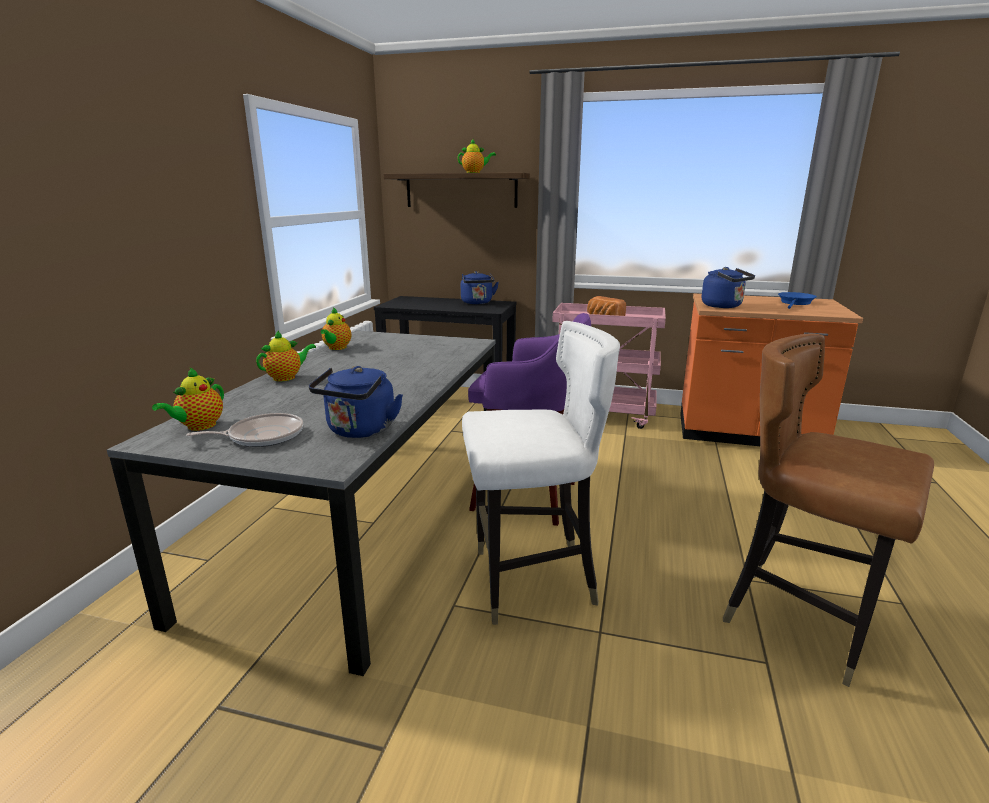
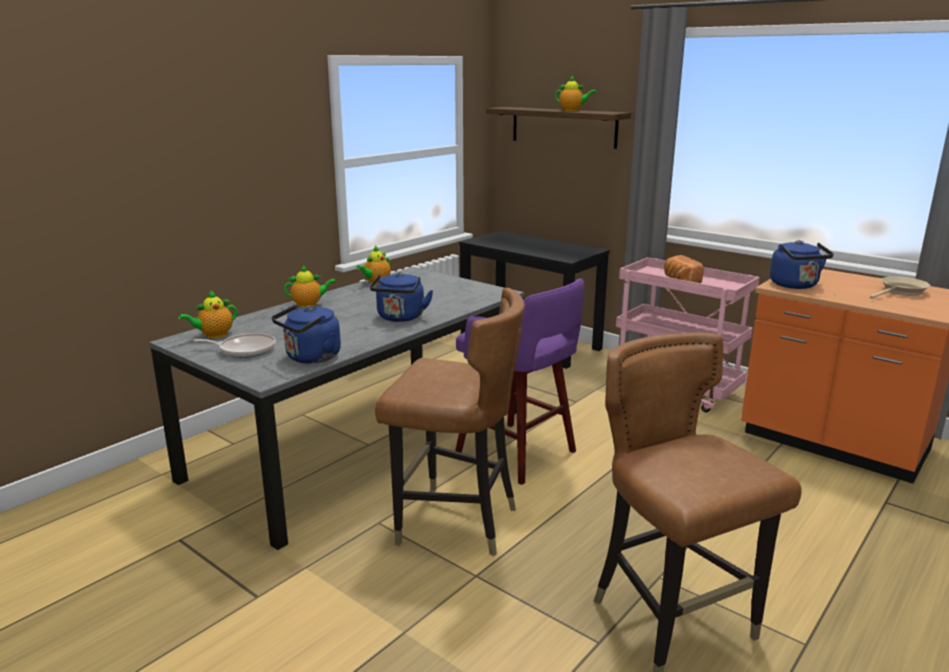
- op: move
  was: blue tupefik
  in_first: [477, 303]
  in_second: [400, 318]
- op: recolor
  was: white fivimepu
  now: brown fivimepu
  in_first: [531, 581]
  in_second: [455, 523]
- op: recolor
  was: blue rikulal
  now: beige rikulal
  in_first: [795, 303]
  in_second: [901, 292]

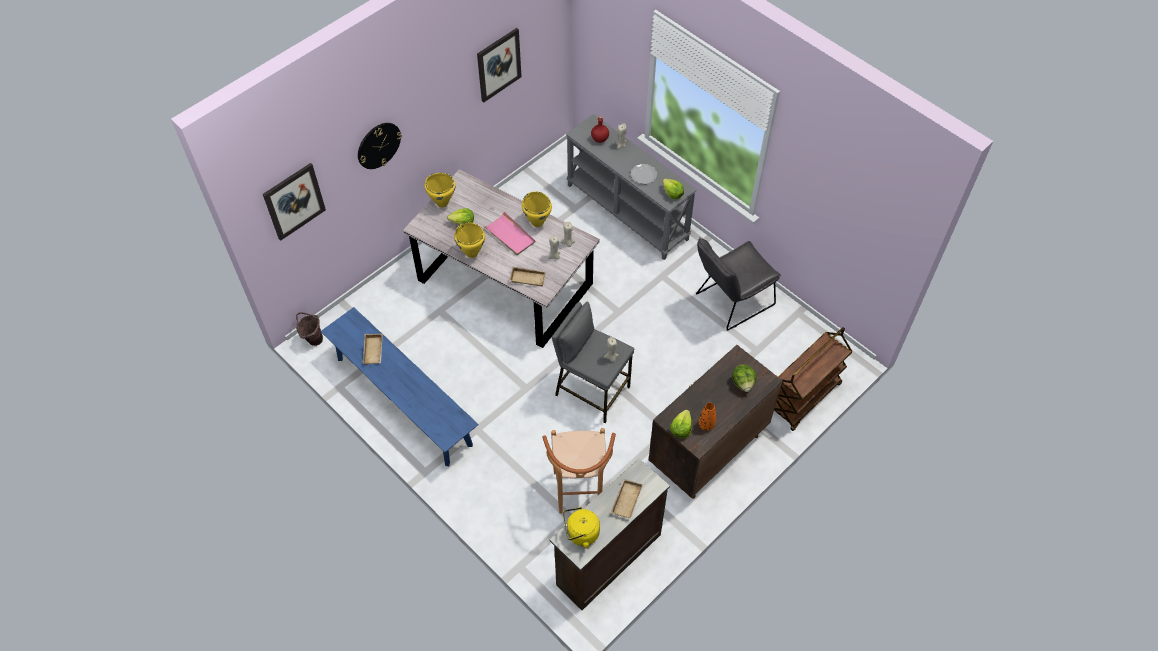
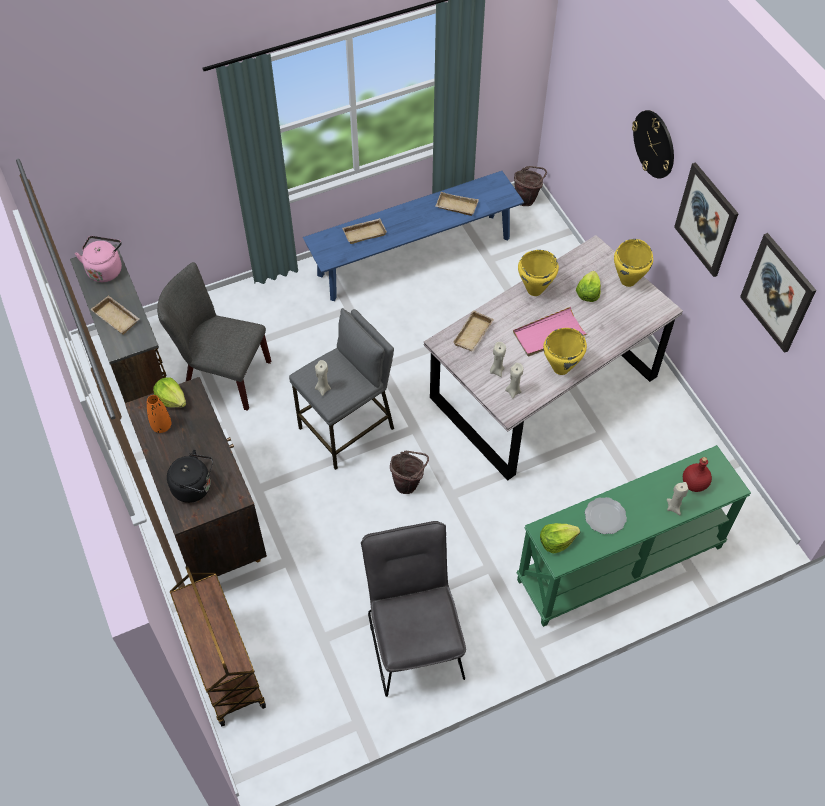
- op: insert
  now: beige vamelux
  in_second: [364, 232]
- op: insert
  now: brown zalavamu
  in_second: [409, 484]
- op: move
  was: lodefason
  in_first: [294, 201]
  in_second: [706, 220]
- op: replace
  was: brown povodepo
  now: grey fivimepu
  in_first: [579, 497]
  in_second: [222, 375]
- op: replace
  was: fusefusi
  now: black tupefik
  in_first: [743, 383]
  in_second: [194, 487]
- op: recolor
  was: yellow tupefik
  now: pink tupefik
  in_first: [580, 533]
  in_second: [105, 269]
- op: recolor
  was: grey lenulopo
  now: green lenulopo
  in_first: [628, 212]
  in_second: [620, 565]

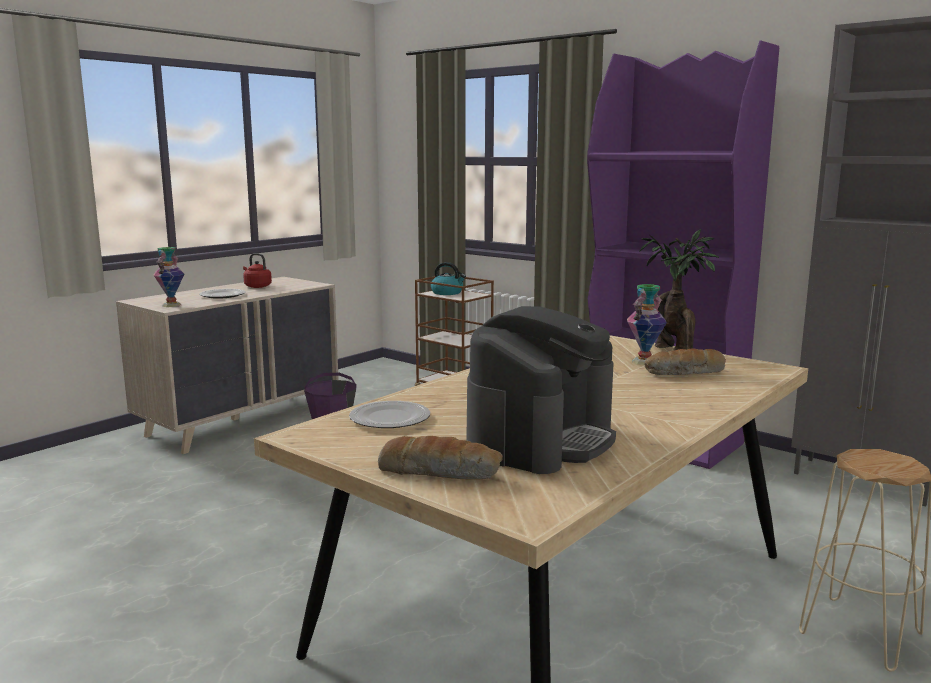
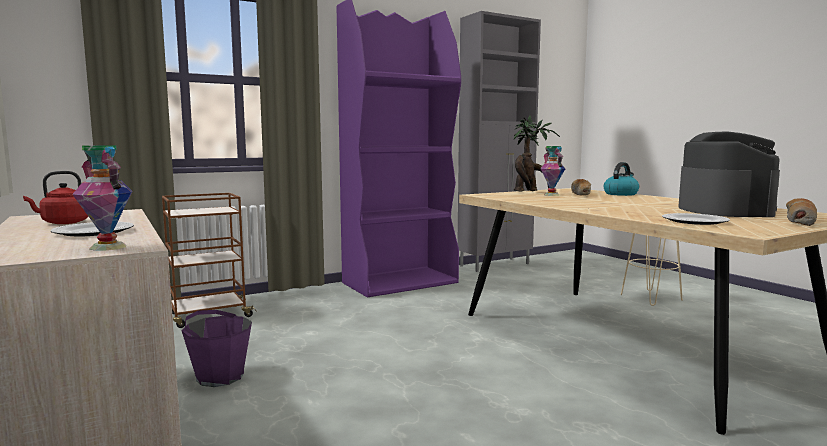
- op: move
  was: tupefik
  in_first: [447, 293]
  in_second: [621, 194]
- op: rotate
  was: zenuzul
  in_first: [541, 439]
  in_second: [723, 210]
  clockwise: 45

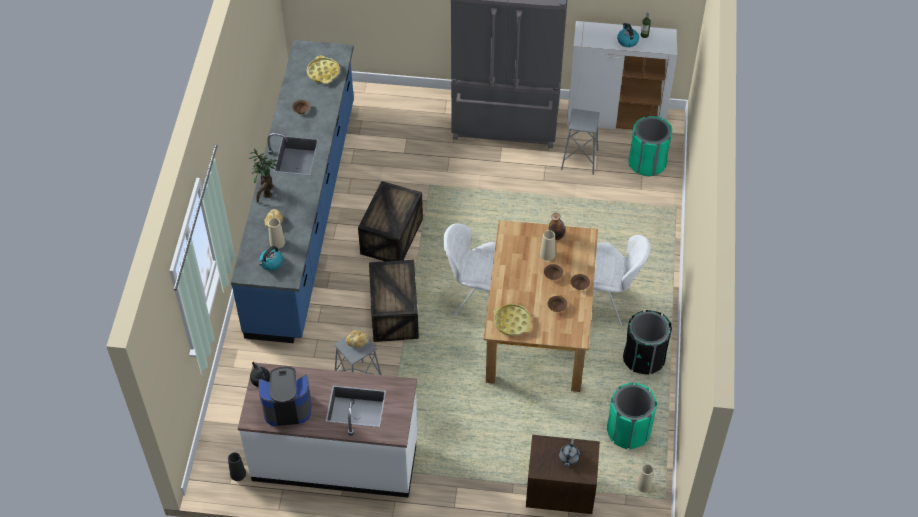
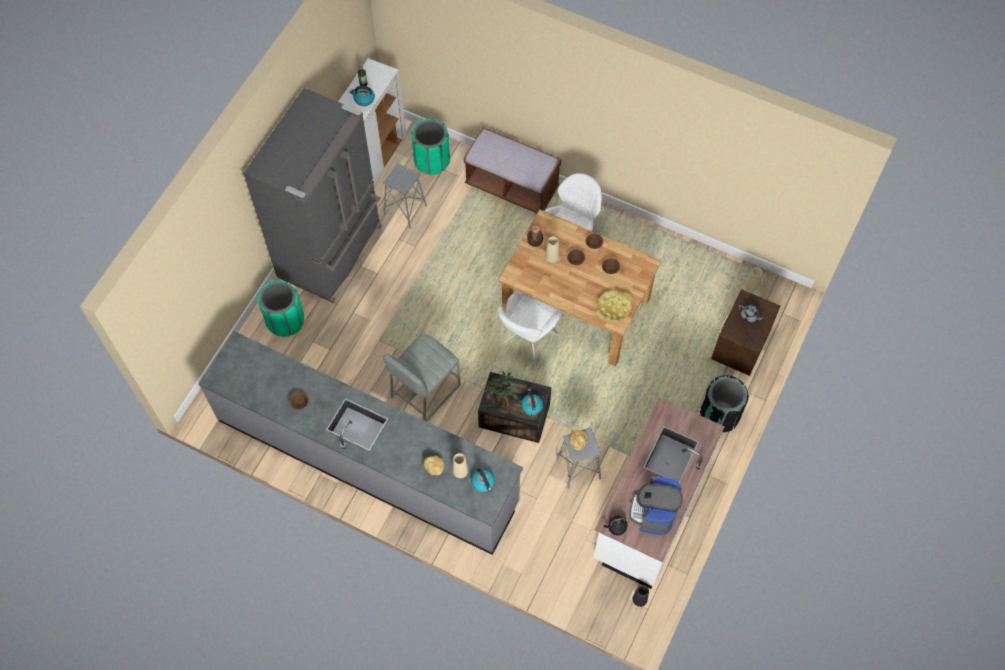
- op: delete
  was: yellow vamelux
  in_first: [323, 72]
- op: insert
  now: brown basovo
  in_second: [512, 186]
- op: insert
  now: tupefik
  in_second: [531, 406]
- op: move
  was: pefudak
  in_first: [266, 193]
  in_second: [501, 403]
- op: move
  was: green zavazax
  in_first: [628, 431]
  in_second: [285, 320]
- op: move
  was: black zavazax
  in_first: [644, 358]
  in_second: [720, 414]
- op: replace
  was: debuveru
  now: grey povodepo
  in_first: [391, 235]
  in_second: [424, 391]
- op: recolor
  was: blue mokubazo
  now: grey mokubazo
  in_first: [304, 215]
  in_second: [367, 460]

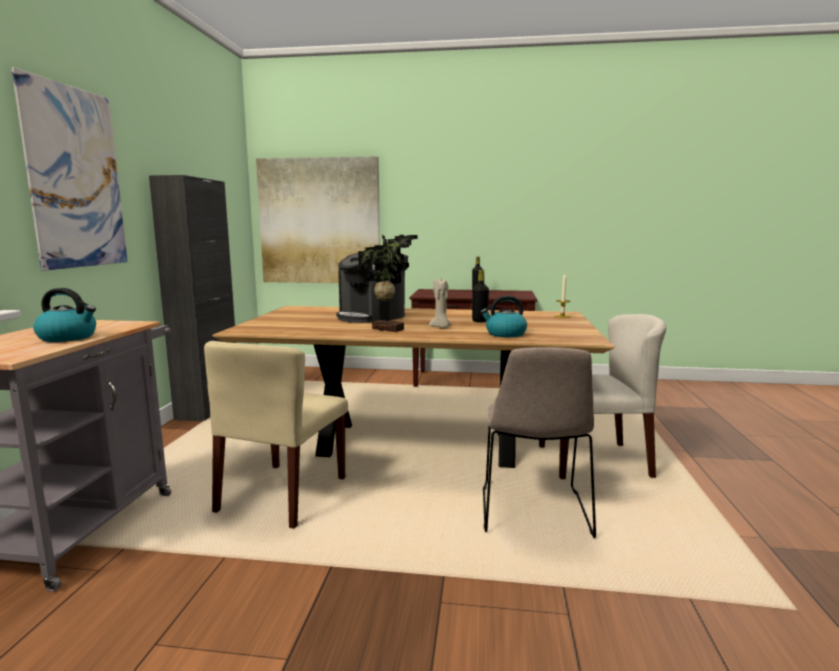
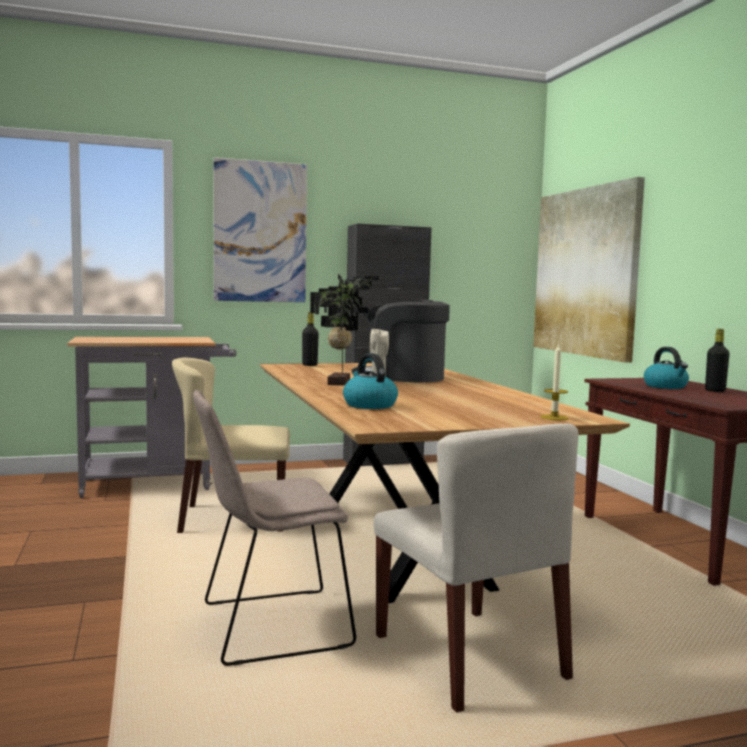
- op: move
  was: tupefik
  in_first: [68, 337]
  in_second: [666, 386]
- op: move
  was: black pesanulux
  in_first: [480, 321]
  in_second: [309, 365]

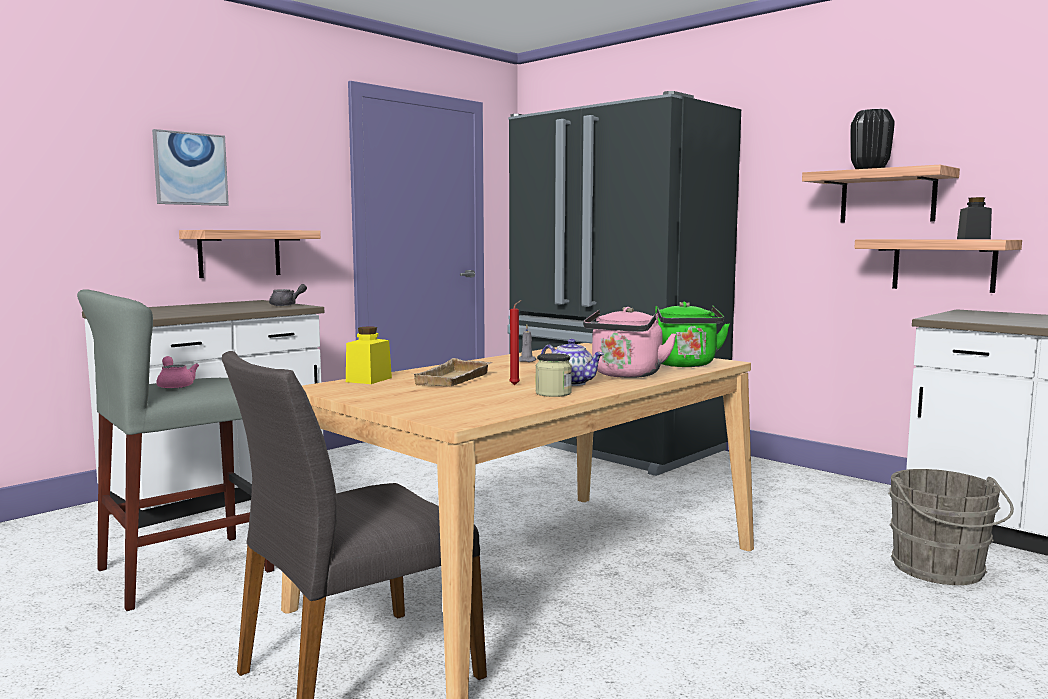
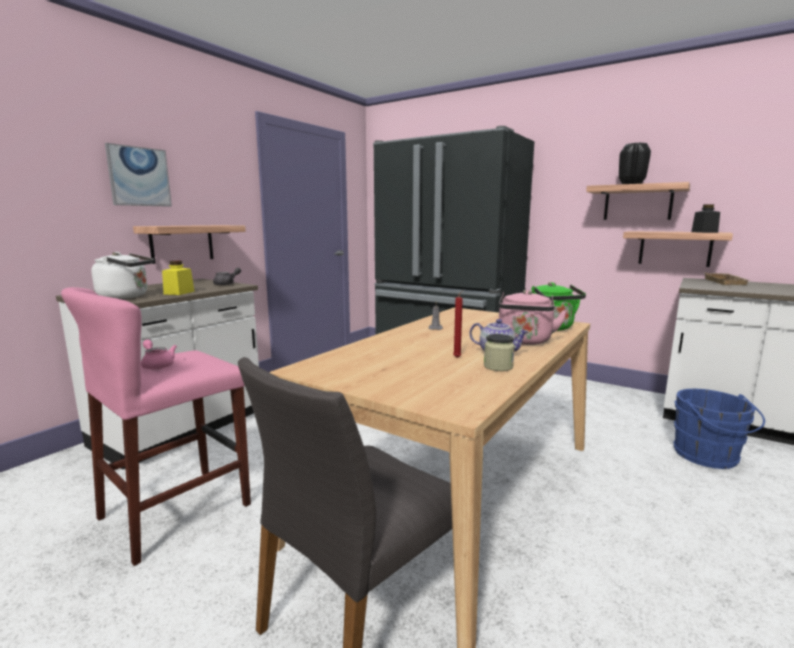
- op: insert
  now: white tupefik
  in_second: [126, 297]
- op: move
  was: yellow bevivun
  in_first: [369, 380]
  in_second: [179, 293]
- op: move
  was: beige vamelux
  in_first: [455, 380]
  in_second: [727, 282]
- op: recolor
  was: grey povodepo
  now: pink povodepo
  in_first: [186, 570]
  in_second: [176, 511]
- op: recolor
  was: grey zalavamu
  now: blue zalavamu
  in_first: [940, 570]
  in_second: [708, 457]

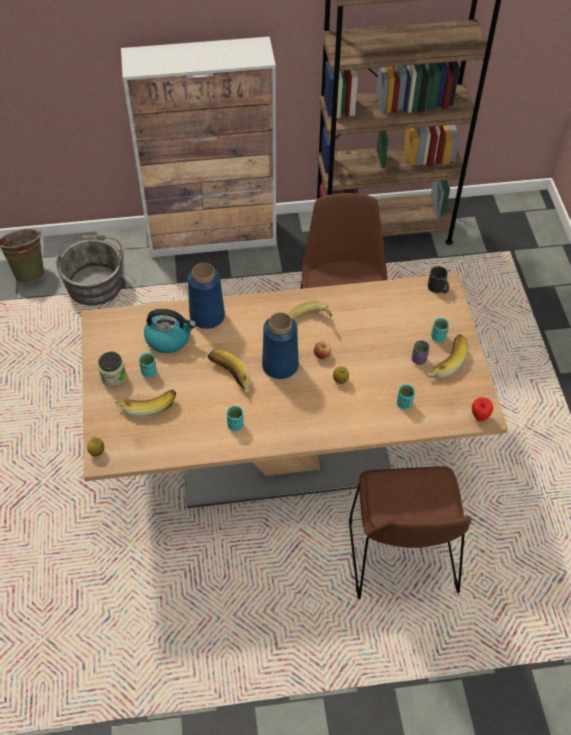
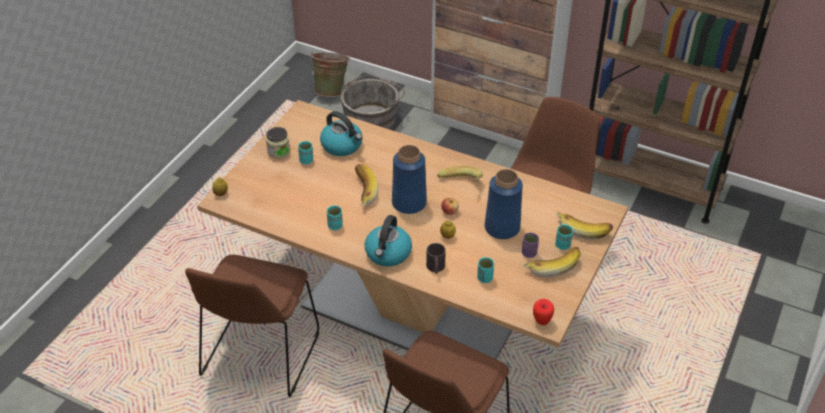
- op: insert
  now: brown fivimepu
  in_second: [260, 356]
- op: insert
  now: tupefik
  in_second: [388, 254]
- op: move
  was: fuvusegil
  in_first: [147, 404]
  in_second: [583, 228]
- op: move
  was: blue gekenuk
  in_first: [207, 316]
  in_second: [502, 227]
- op: move
  was: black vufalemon
  in_first: [438, 288]
  in_second: [435, 268]

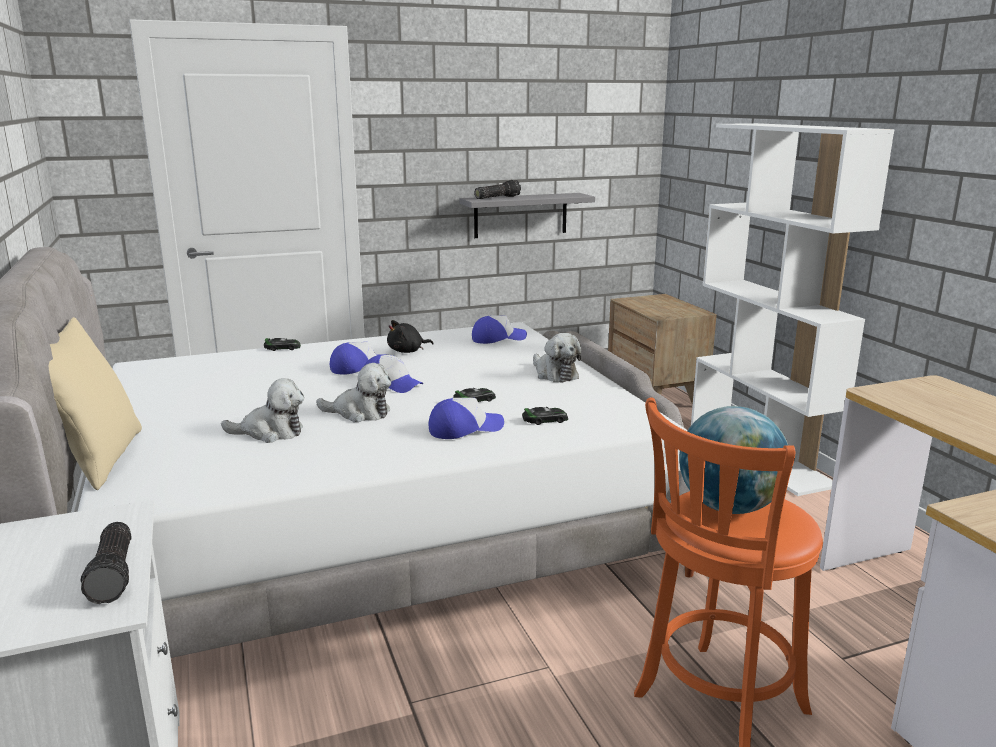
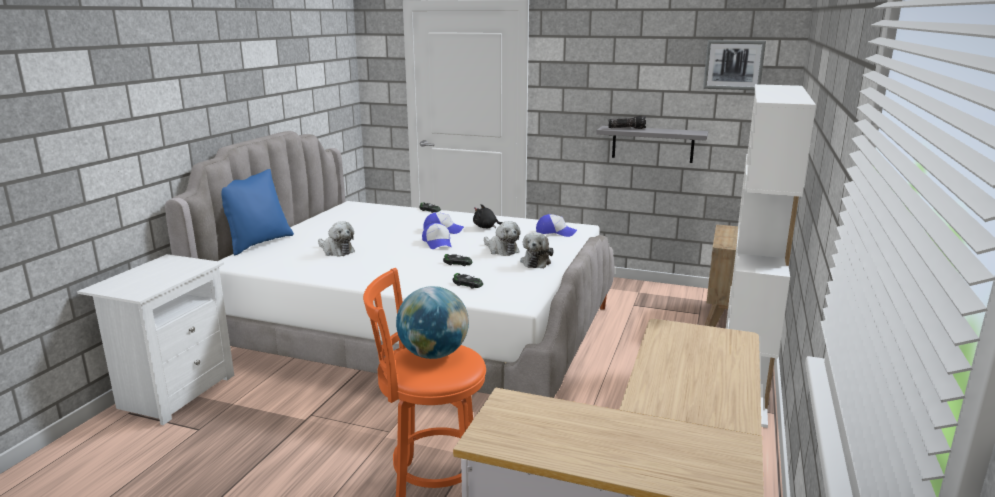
- op: delete
  was: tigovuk
  in_first: [115, 574]
- op: delete
  was: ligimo
  in_first: [465, 428]
- op: insert
  now: lodefason
  in_second: [733, 65]
- op: move
  was: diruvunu
  in_first: [359, 413]
  in_second: [501, 250]
- op: recolor
  was: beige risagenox
  now: blue risagenox
  in_first: [99, 460]
  in_second: [257, 243]

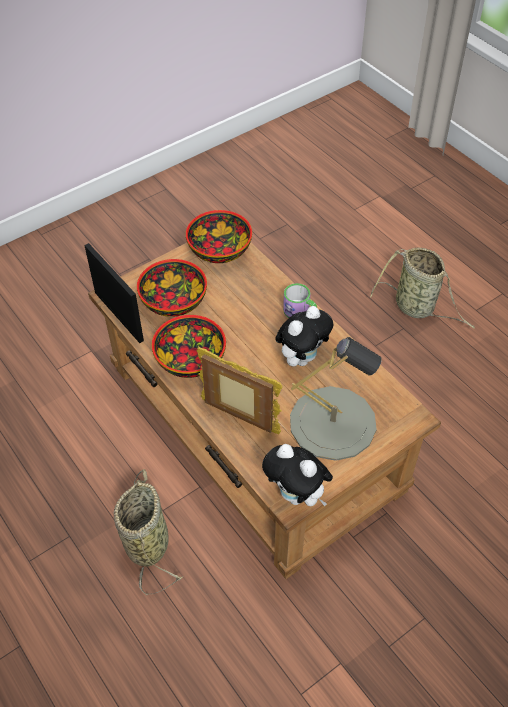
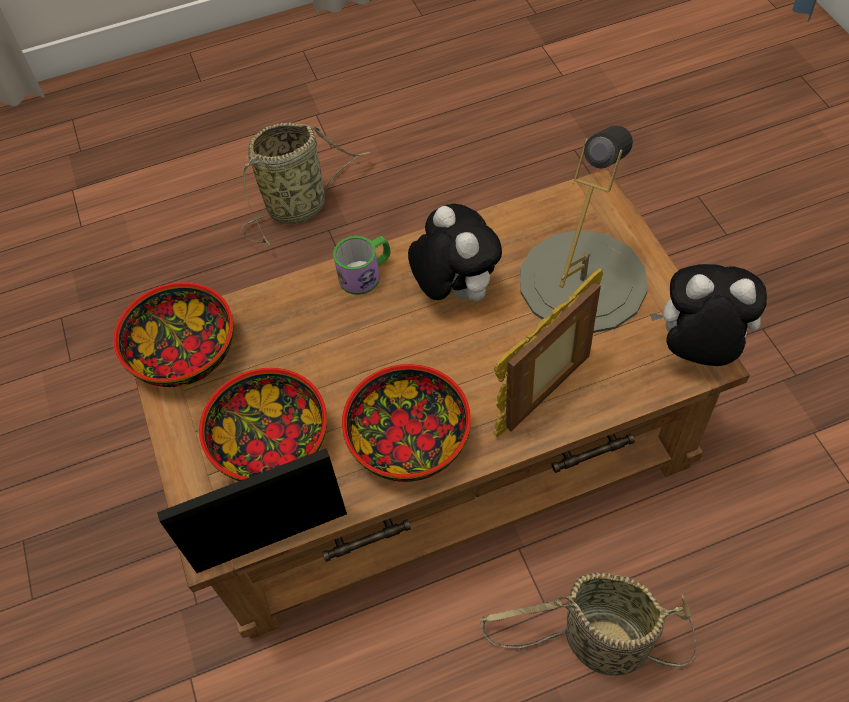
- op: rotate
  was: diruvunu
  in_first: [297, 495]
  in_second: [698, 350]
  clockwise: -135

